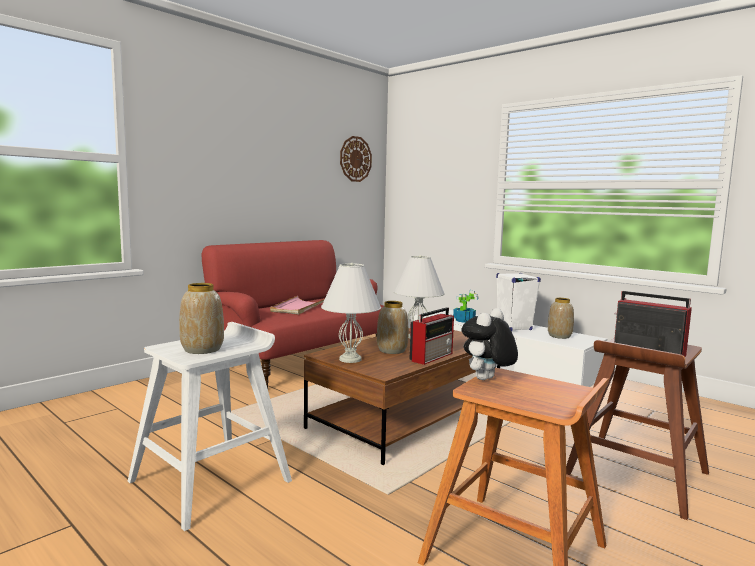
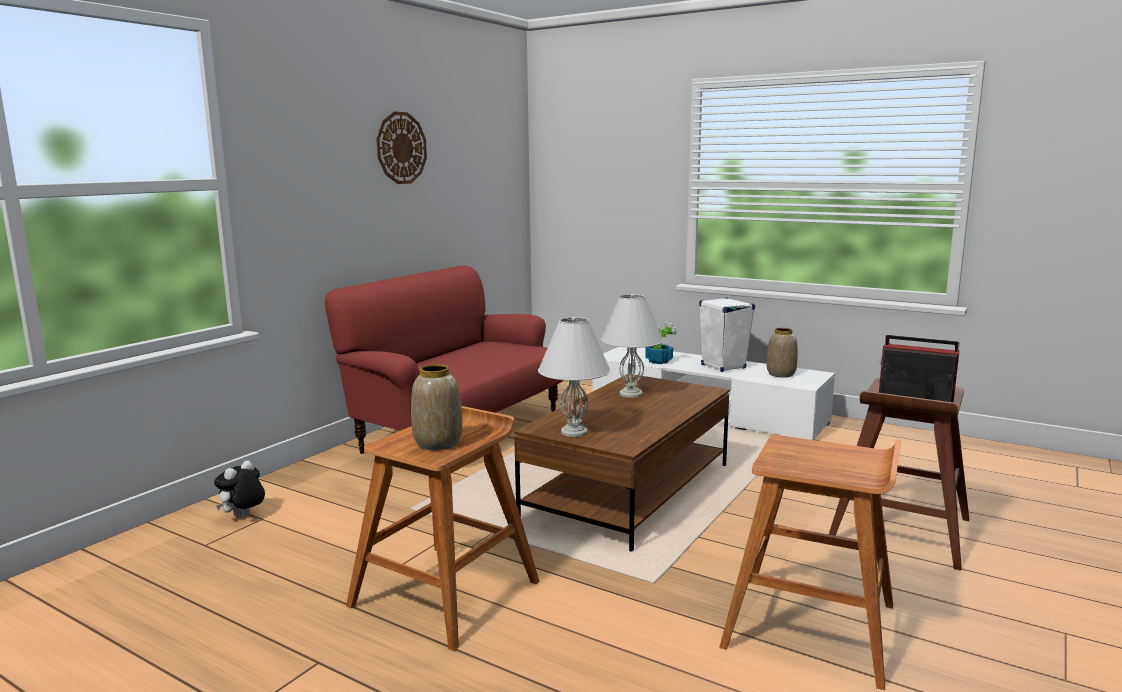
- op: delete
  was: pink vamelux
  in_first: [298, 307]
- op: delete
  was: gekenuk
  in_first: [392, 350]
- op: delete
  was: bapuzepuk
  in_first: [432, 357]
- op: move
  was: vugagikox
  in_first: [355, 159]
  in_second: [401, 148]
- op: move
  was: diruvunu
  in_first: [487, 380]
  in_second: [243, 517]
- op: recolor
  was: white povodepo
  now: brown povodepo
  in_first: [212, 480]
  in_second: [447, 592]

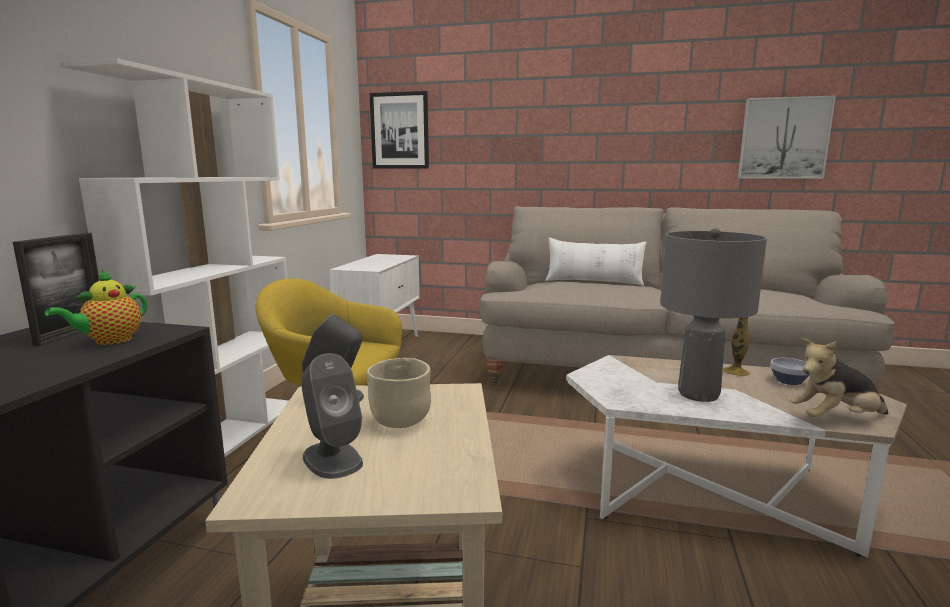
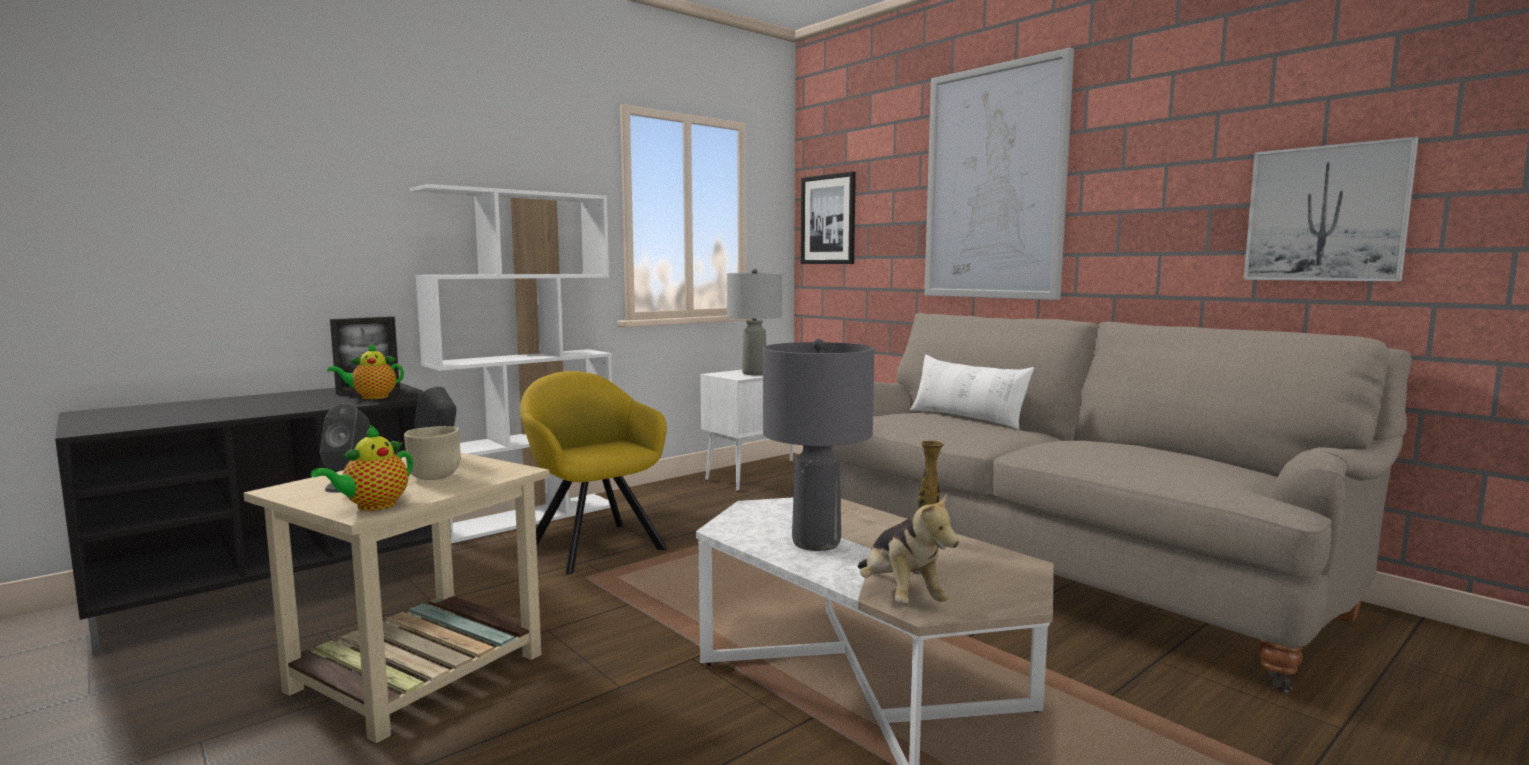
- op: delete
  was: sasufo
  in_first: [789, 381]
- op: insert
  now: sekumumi
  in_second: [372, 506]
- op: insert
  now: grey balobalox
  in_second: [755, 373]
- op: insert
  now: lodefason
  in_second: [994, 183]
- op: rotate
  was: diruvunu
  in_first: [836, 419]
  in_second: [900, 597]
  clockwise: -135

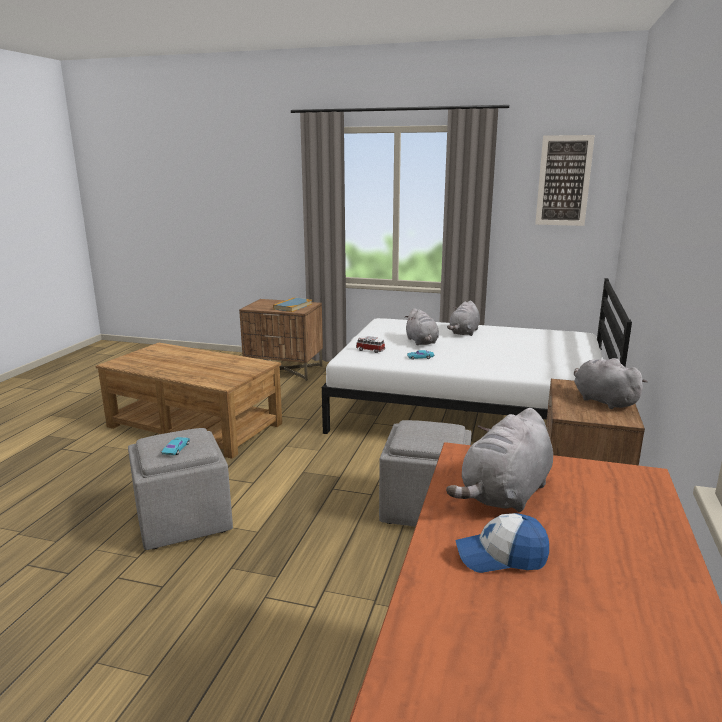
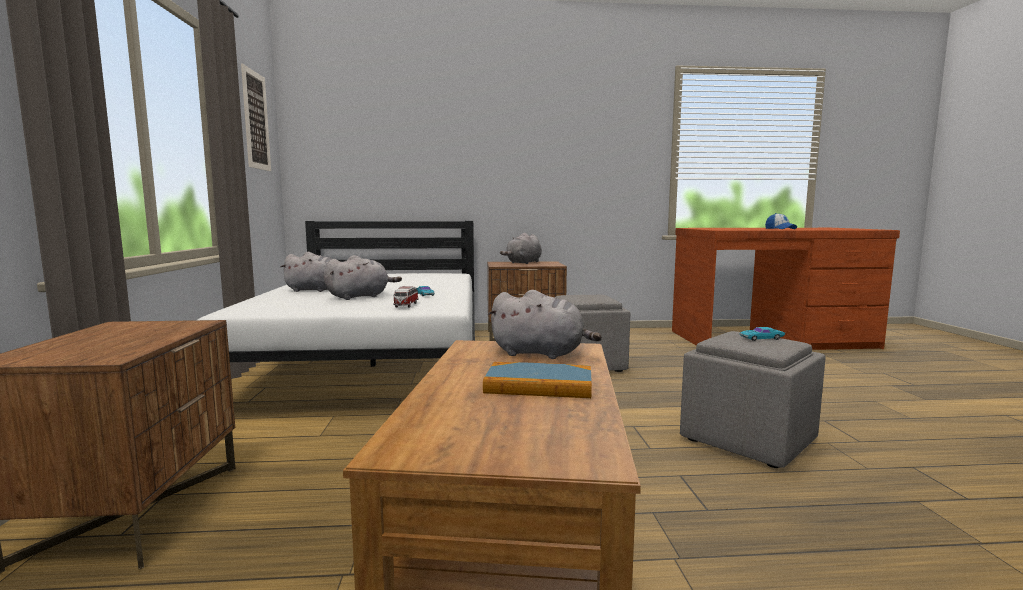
- op: move
  was: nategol
  in_first: [292, 306]
  in_second: [539, 385]
- op: move
  was: grey diruvunu
  in_first: [505, 494]
  in_second: [541, 353]

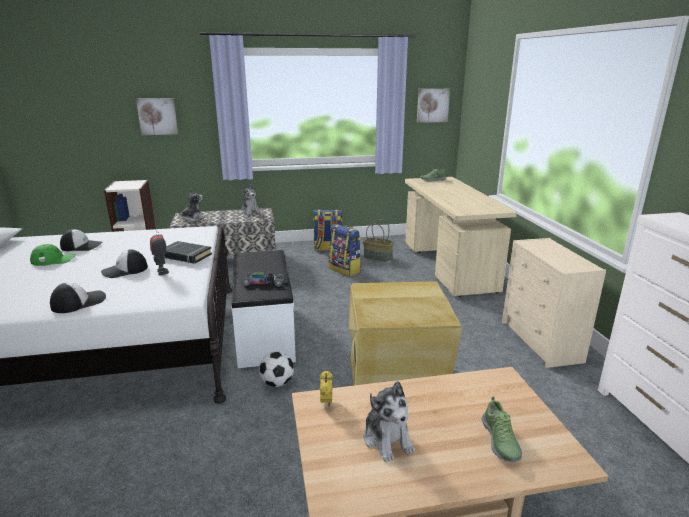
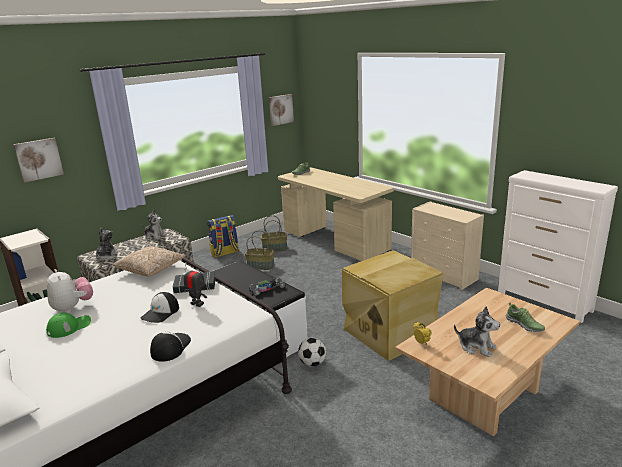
- op: insert
  now: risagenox
  in_second: [151, 269]
- op: replace
  was: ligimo
  now: diruvunu
  in_first: [82, 246]
  in_second: [73, 308]
- op: replace
  was: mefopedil
  now: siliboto
  in_first: [345, 269]
  in_second: [261, 266]

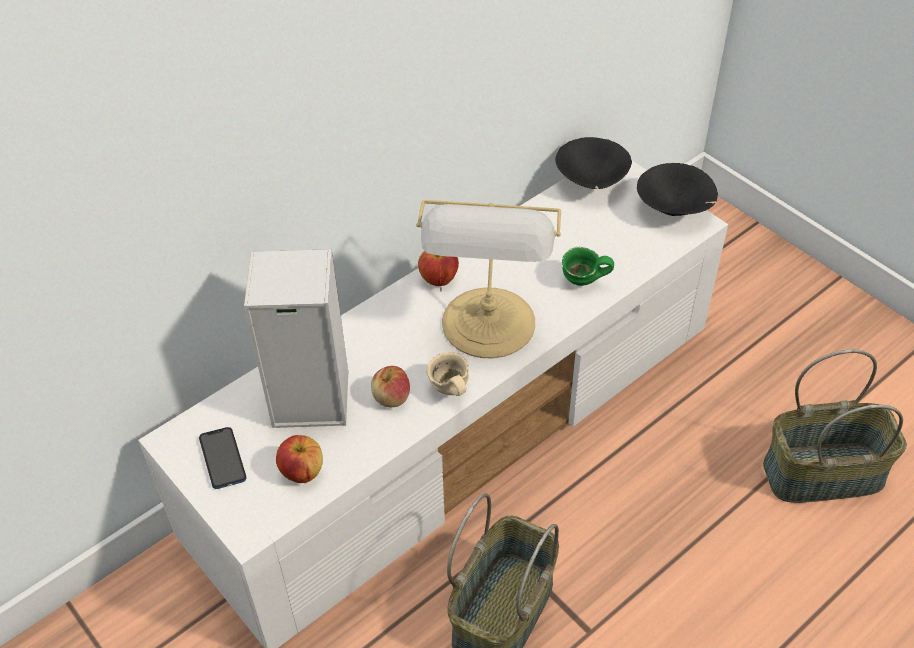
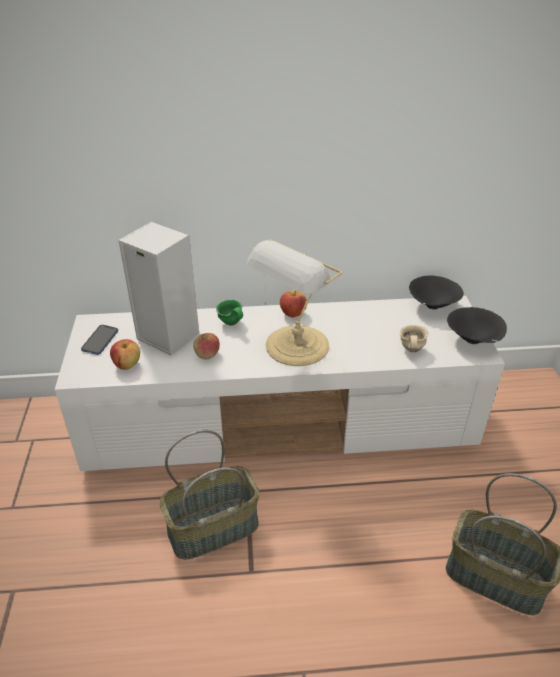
- op: move
  was: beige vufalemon
  in_first: [448, 392]
  in_second: [410, 350]
- op: move
  was: green vufalemon
  in_first: [583, 283]
  in_second: [230, 324]

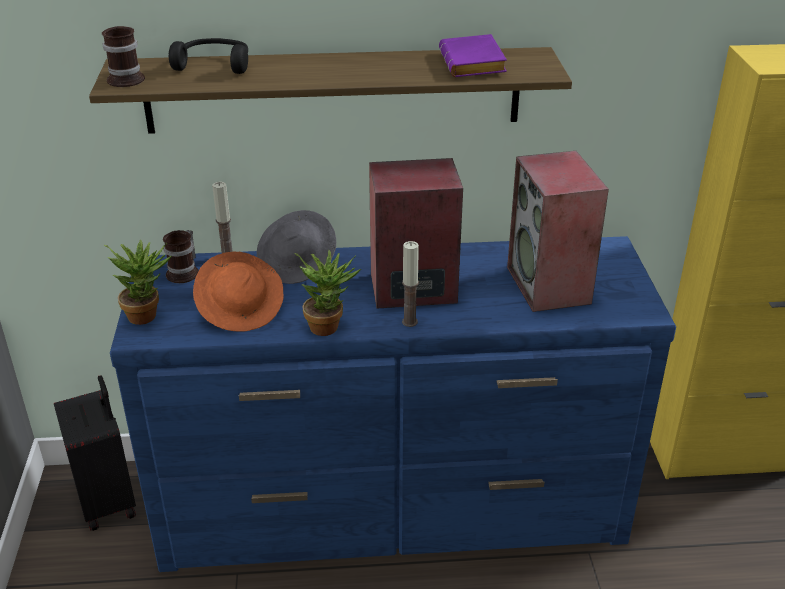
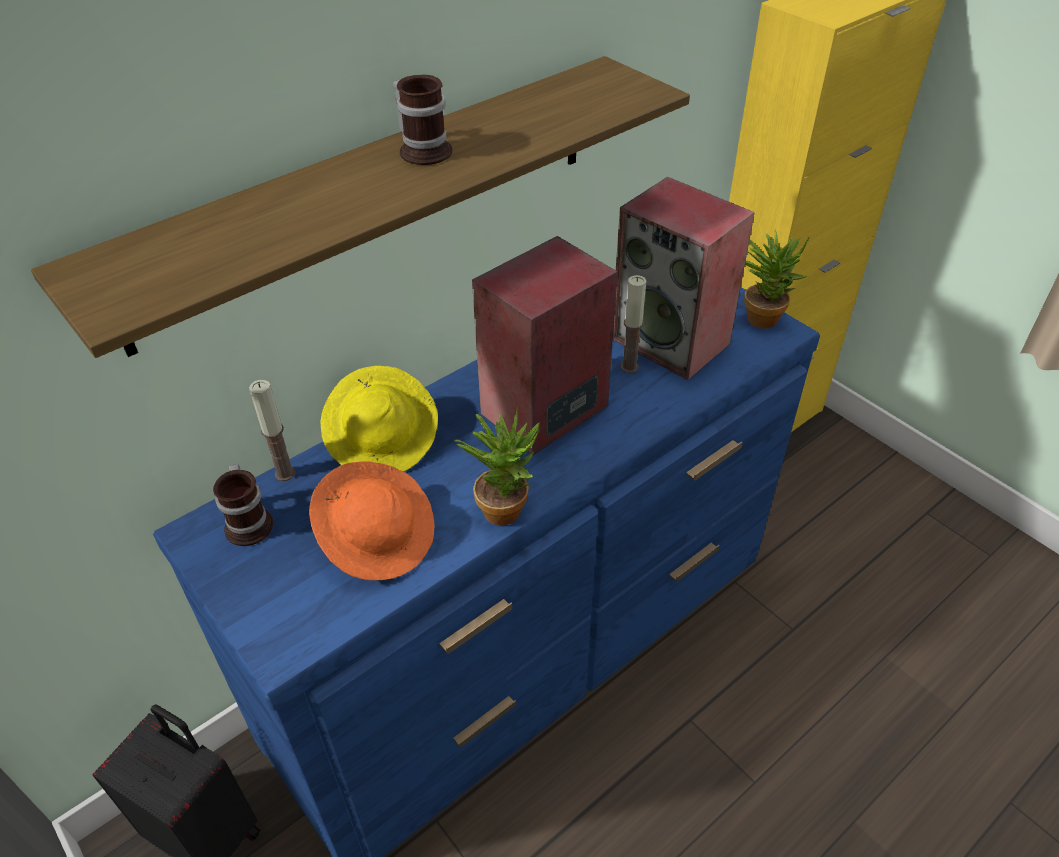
- op: delete
  was: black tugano
  in_first: [214, 65]
- op: delete
  was: purple nategol
  in_first: [474, 64]
- op: move
  was: vufalemon
  in_first: [128, 78]
  in_second: [424, 149]
- op: move
  was: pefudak
  in_first: [147, 314]
  in_second: [762, 315]
- op: move
  was: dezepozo
  in_first: [409, 322]
  in_second: [629, 367]
- op: recolor
  was: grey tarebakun
  now: yellow tarebakun
  in_first: [298, 264]
  in_second: [384, 441]

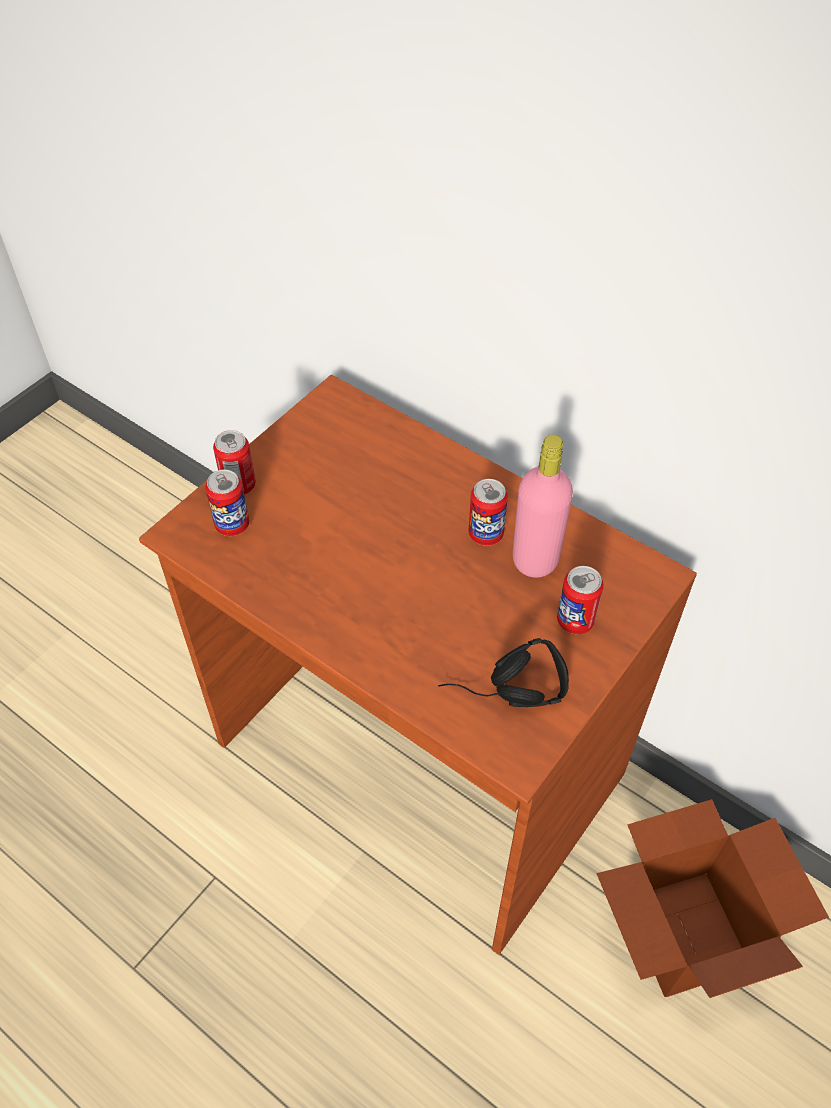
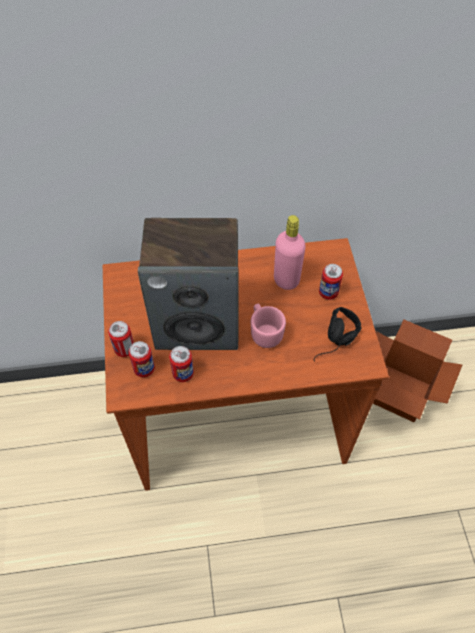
- op: insert
  now: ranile
  in_second: [198, 324]
- op: insert
  now: pink vufalemon
  in_second: [265, 332]
- op: move
  was: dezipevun
  in_first: [485, 534]
  in_second: [183, 373]

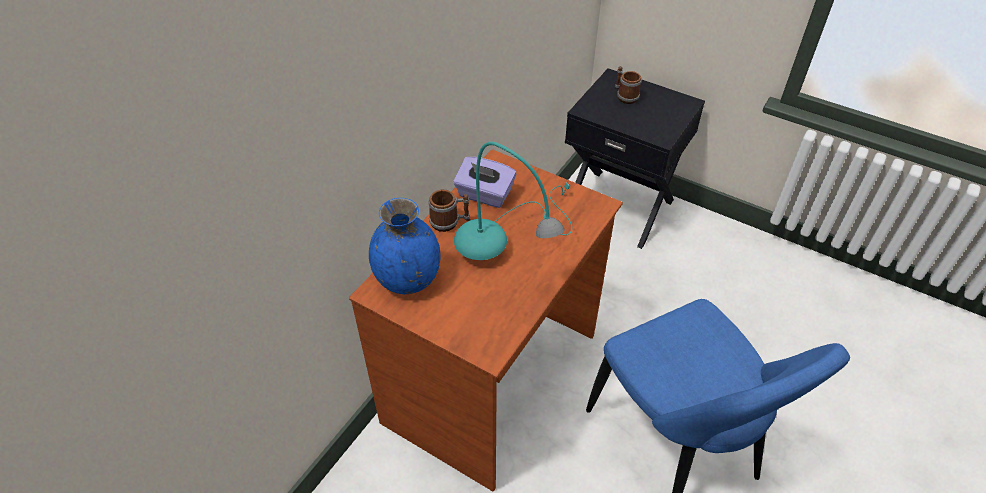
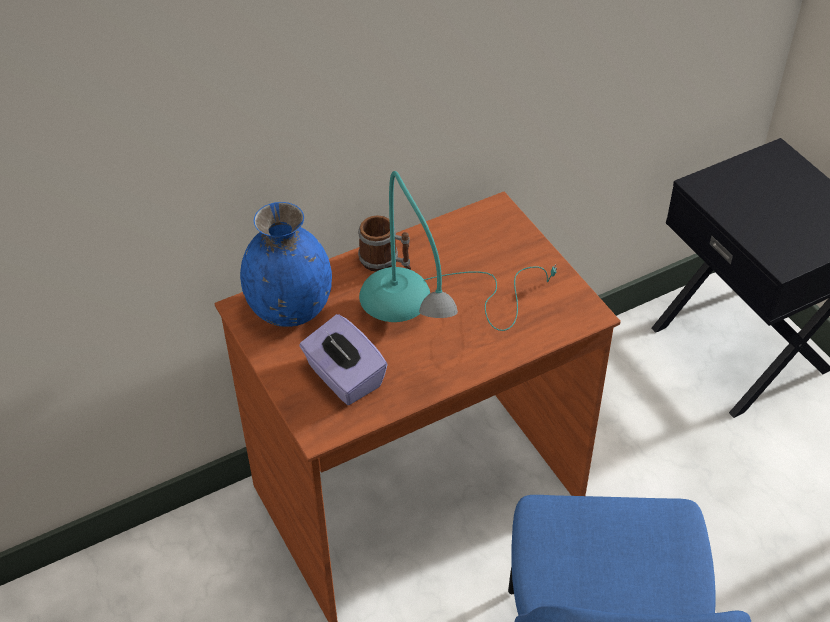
- op: delete
  was: vufalemon
  in_first: [624, 96]
- op: move
  was: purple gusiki
  in_first: [484, 195]
  in_second: [344, 378]

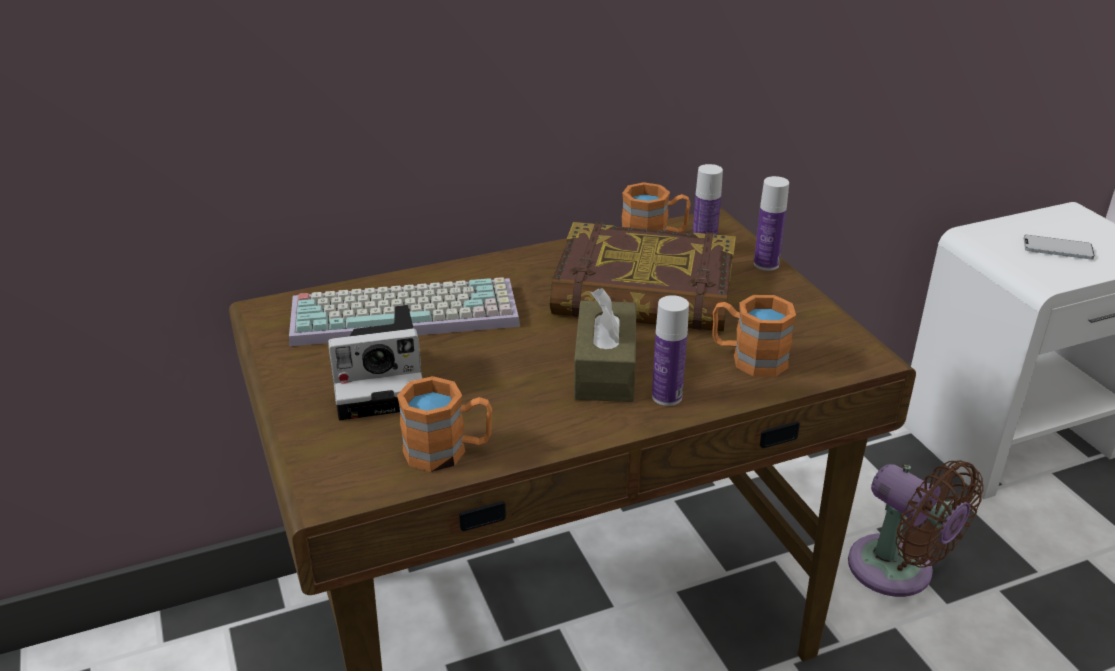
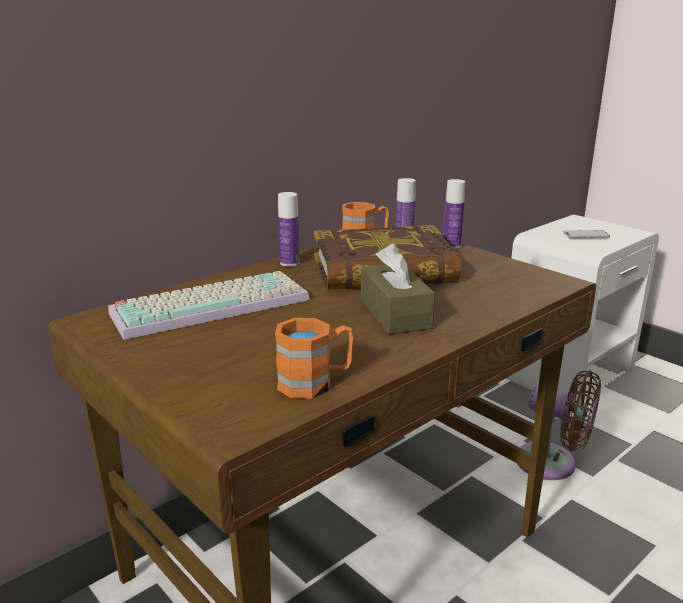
- op: delete
  was: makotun
  in_first: [383, 382]
- op: delete
  was: orange vufalemon
  in_first: [748, 358]
- op: move
  was: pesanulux
  in_first: [667, 396]
  in_second: [289, 263]

